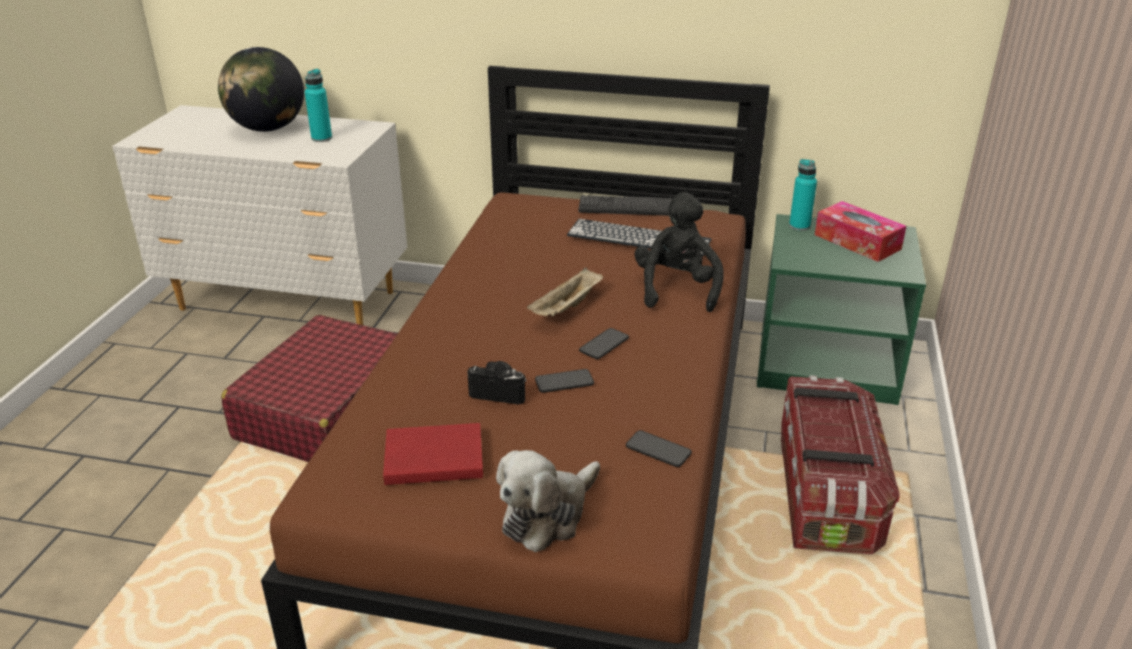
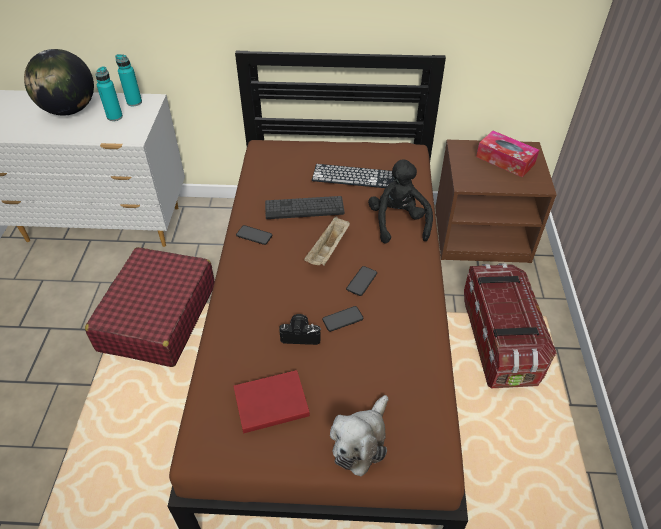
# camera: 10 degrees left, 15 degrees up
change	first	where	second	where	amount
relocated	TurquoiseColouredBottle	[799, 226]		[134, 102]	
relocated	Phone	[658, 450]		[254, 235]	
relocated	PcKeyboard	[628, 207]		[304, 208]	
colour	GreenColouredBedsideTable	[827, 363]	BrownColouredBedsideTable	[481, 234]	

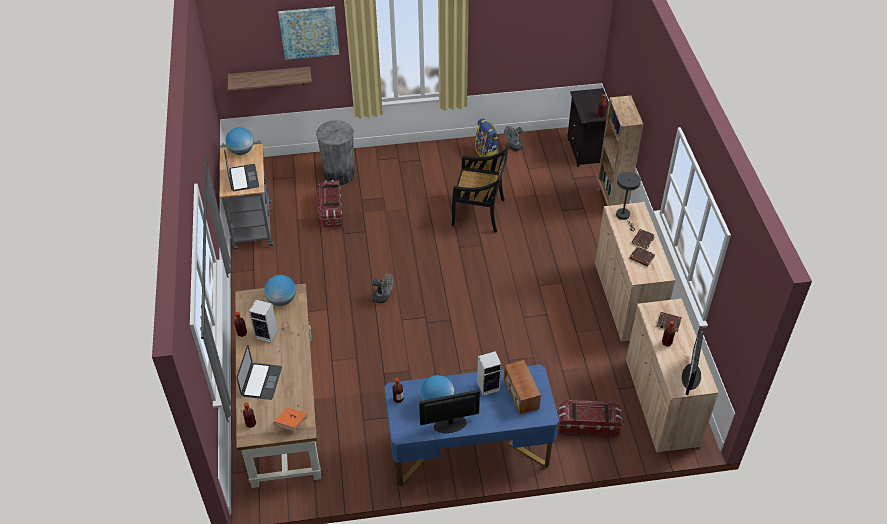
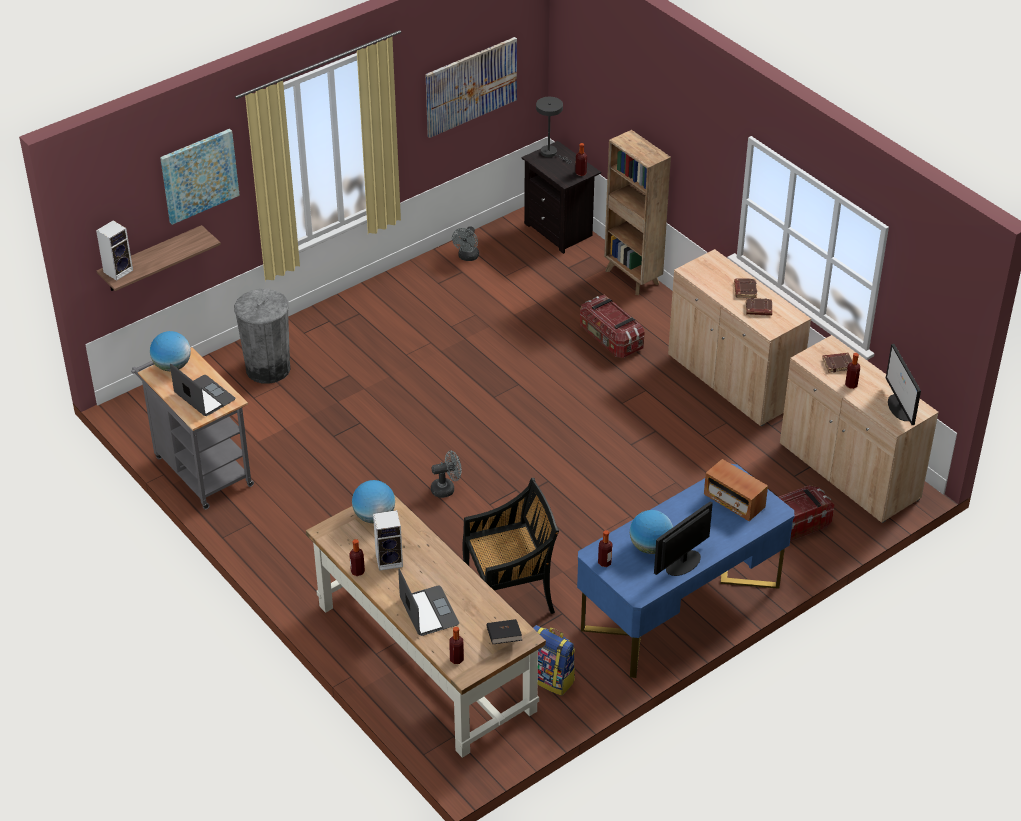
# camera: 30 degrees left, 5 degrees down
change	first	where	second	where	amount
relocated	Loudspeaker	[489, 386]		[118, 270]	
appeared			WallPicture	[471, 86]	
relocated	BlackishUprightChair	[479, 213]		[510, 594]	
colour	OrangeColouredBook	[291, 423]	BlackishBook	[504, 638]	
relocated	Backpack	[486, 154]		[551, 678]	
relocated	GreyLampForATable	[624, 216]		[551, 153]	
relocated	StorageContainer	[331, 212]		[610, 339]	

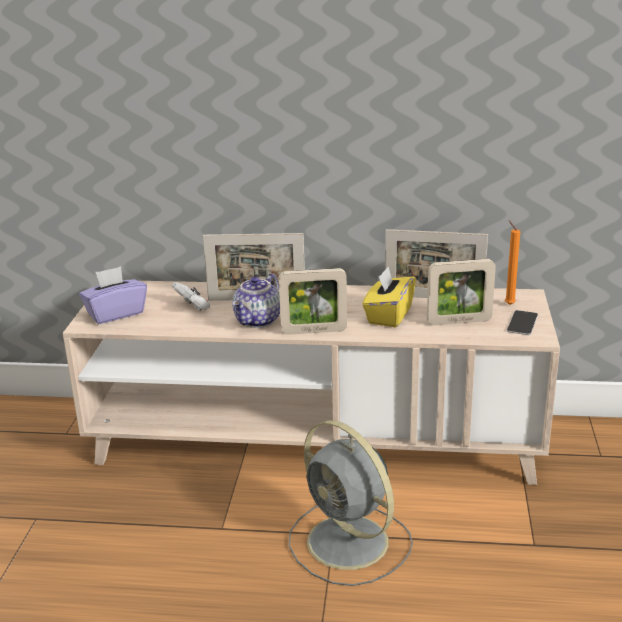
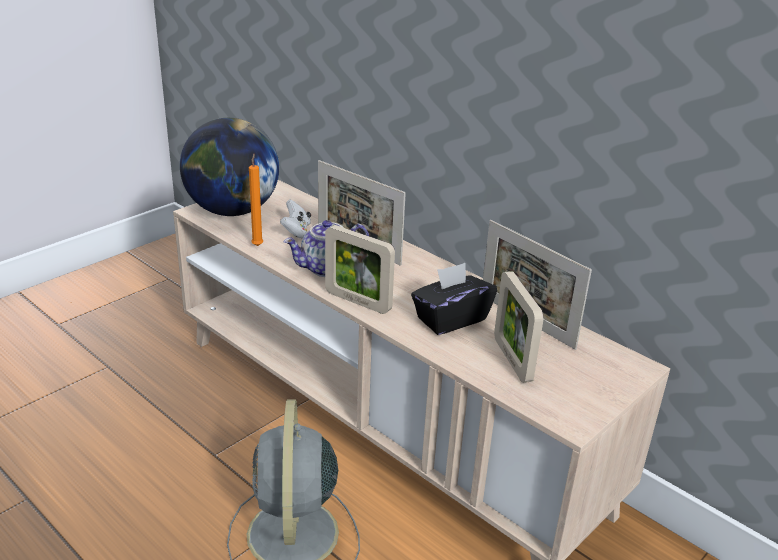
# camera: 35 degrees right, 5 degrees up
change	first	where	second	where	amount
exchanged	PurplishBoxOfTissues	[115, 313]	Globe	[232, 211]	
relocated	OrangeColouredWaxLight	[508, 304]		[258, 245]	
colour	YellowColouredBoxOfTissues	[388, 315]	BlackishBoxOfTissues	[451, 319]	
spun	PhotoFrame	[459, 321]		[512, 360]	45 degrees clockwise
missing	Phone	[522, 323]			

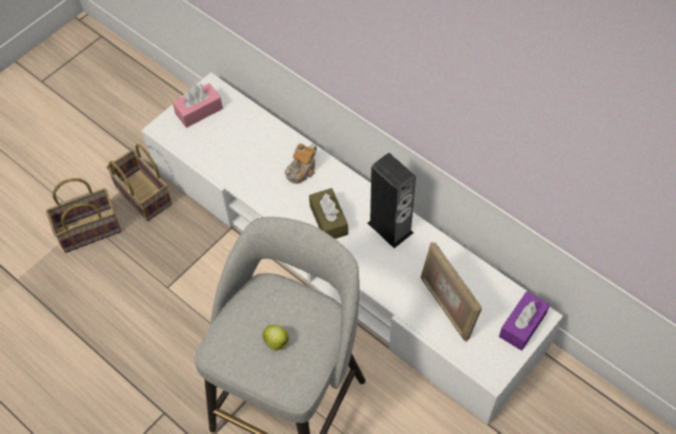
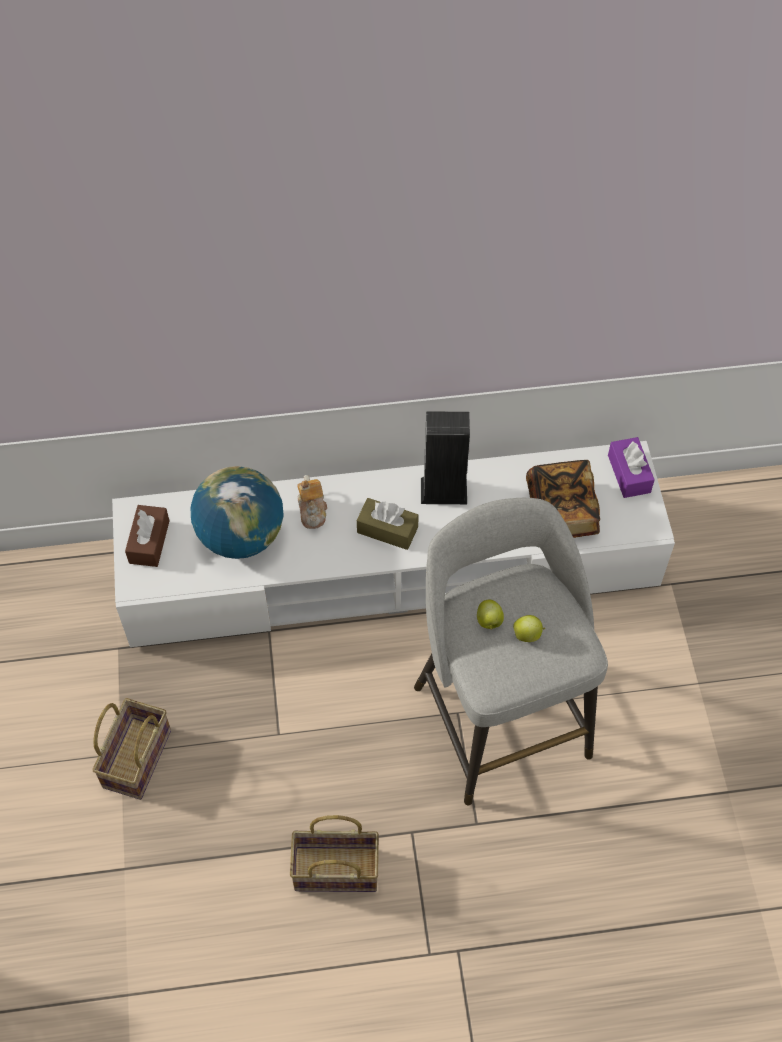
# camera: 50 degrees left, 0 degrees up
change	first	where	second	where	amount
colour	PinkColouredBoxOfTissues	[199, 111]	BrownColouredBoxOfTissues	[149, 542]	
appeared			Globe	[241, 536]	
relocated	HouseholdBasket	[141, 195]		[334, 872]	
appeared			AppleFruit	[489, 622]	
exchanged	PhotoFrame	[446, 307]	Book	[561, 511]	

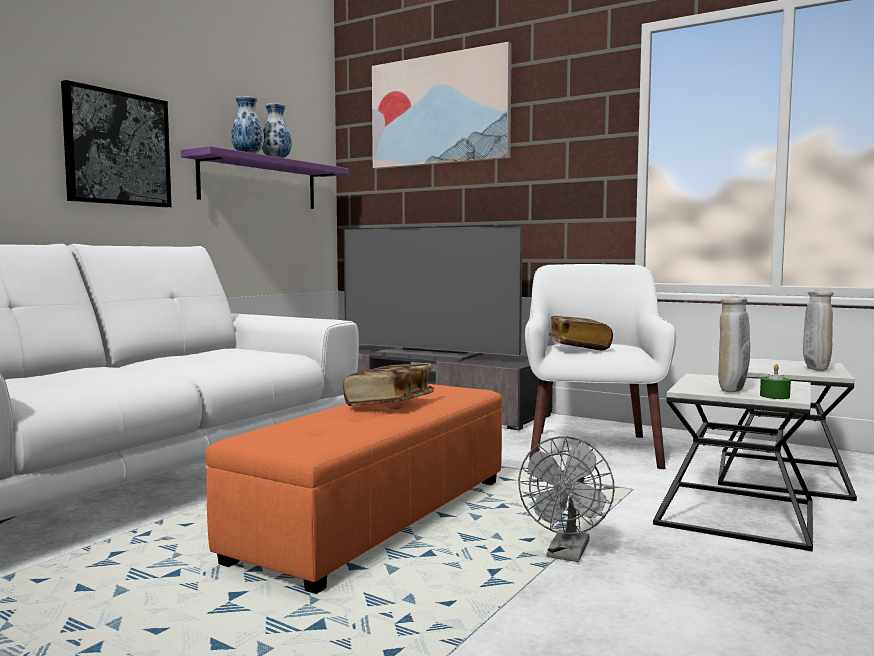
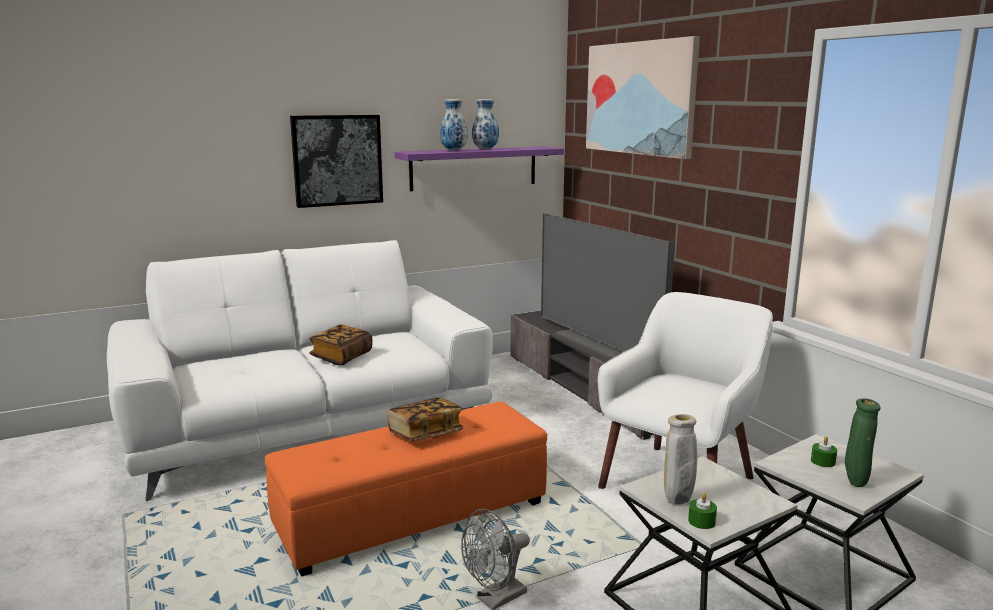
# camera: 30 degrees right, 10 degrees up
change	first	where	second	where	amount
relocated	Book	[579, 347]		[341, 357]	
appeared			GreenColouredWaxLight	[823, 461]	
colour	BeigeColouredFlowerVase	[815, 370]	GreenColouredFlowerVase	[855, 483]	

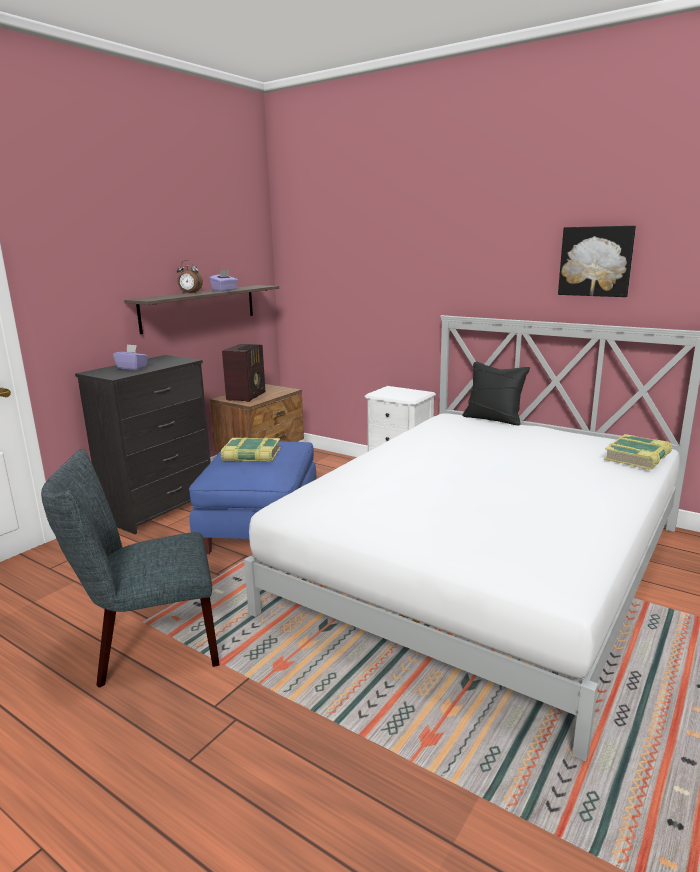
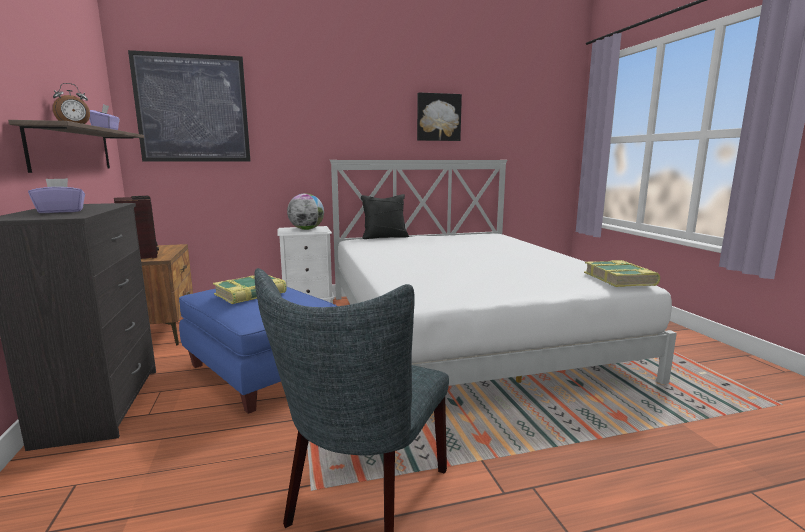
# camera: 50 degrees left, 5 degrees down
change	first	where	second	where	amount
appeared			WallPicture	[193, 109]	
appeared			Globe	[306, 229]	
relocated	Book	[637, 457]		[620, 279]	

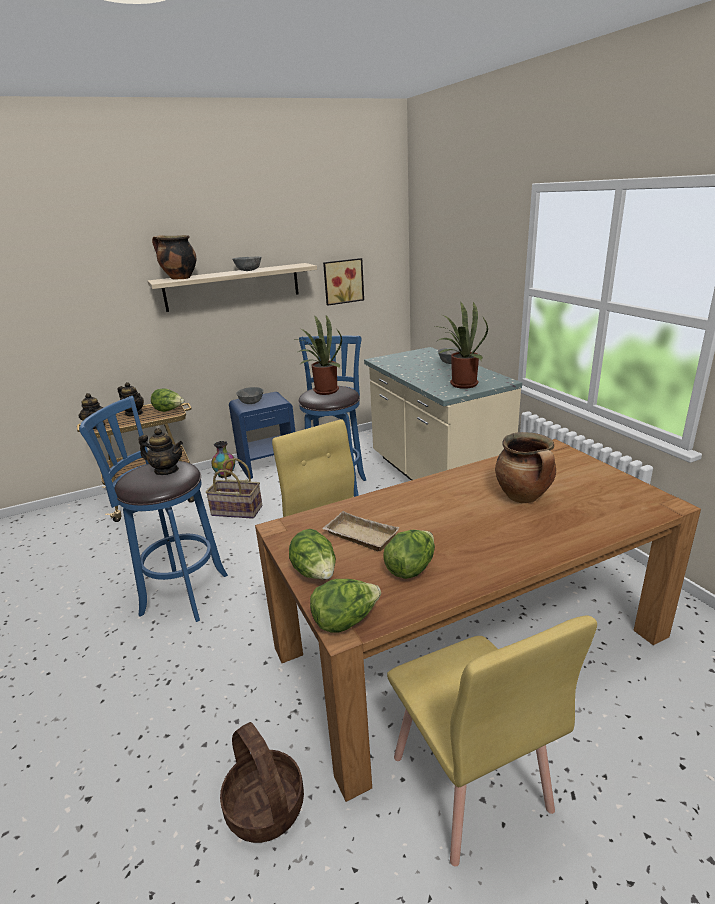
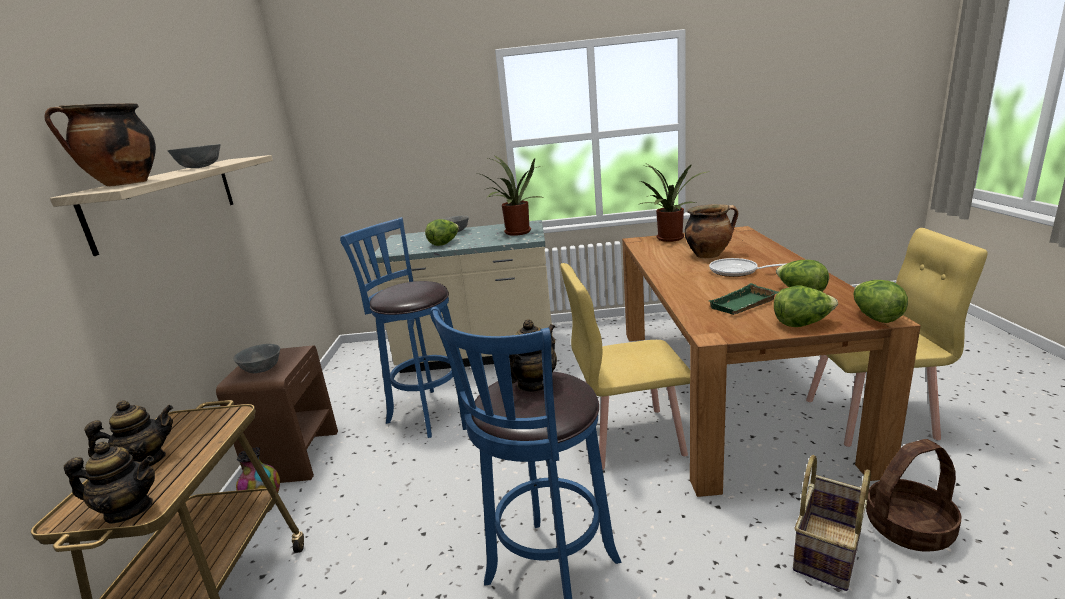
# camera: 65 degrees left, 5 degrees down
change	first	where	second	where	amount
colour	BlueColouredBedsideTable	[269, 464]	BrownColouredBedsideTable	[296, 456]	
relocated	HeadOfLettuce	[169, 410]		[444, 243]	
relocated	PlantInAPot	[323, 391]		[669, 239]	
appeared			FryingPan	[738, 271]	
colour	BeigeColouredTray	[359, 536]	GreenColouredTray	[744, 305]	
relocated	HouseholdBasket	[236, 511]		[829, 551]	
missing	WallPicture	[343, 281]			

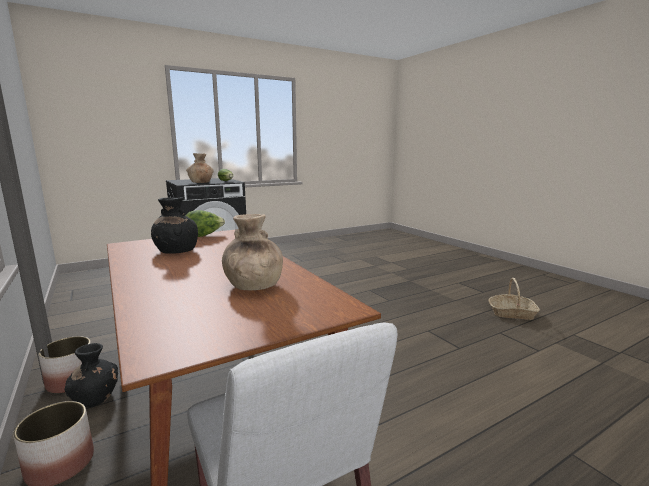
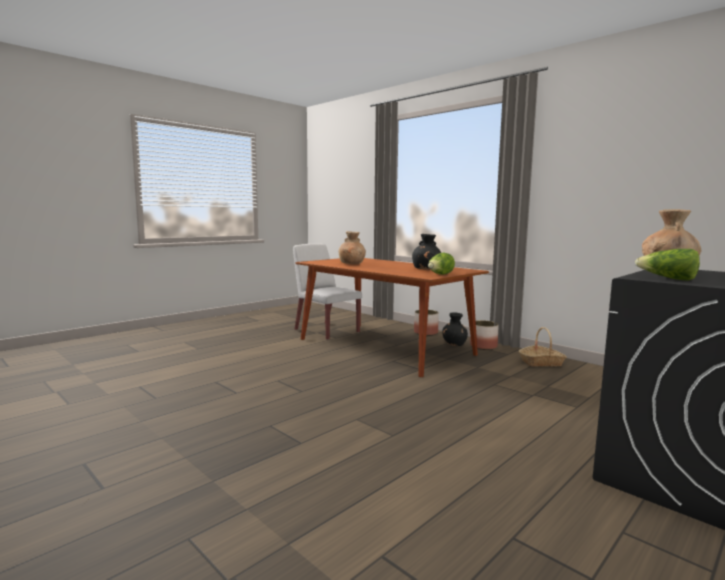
# camera: 165 degrees right, 5 degrees down
change	first	where	second	where	amount
relocated	HouseholdBasket	[511, 313]		[541, 362]	

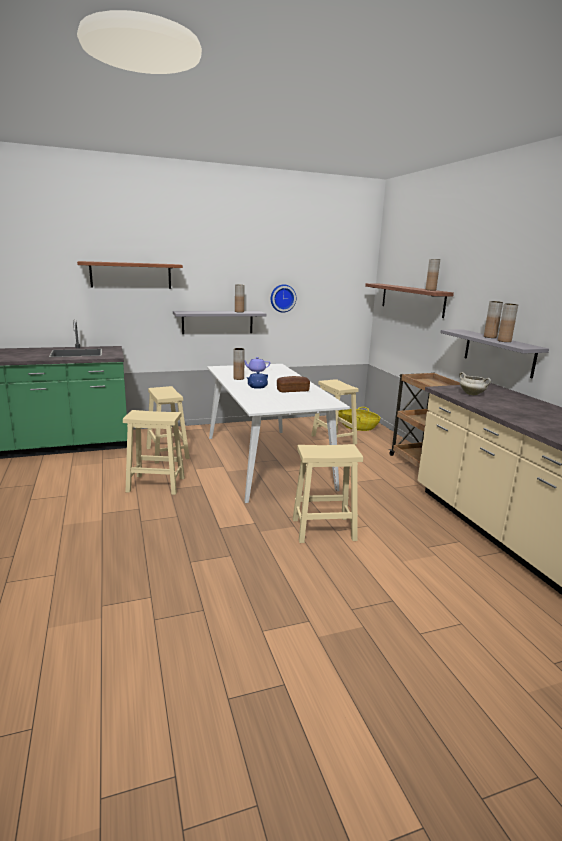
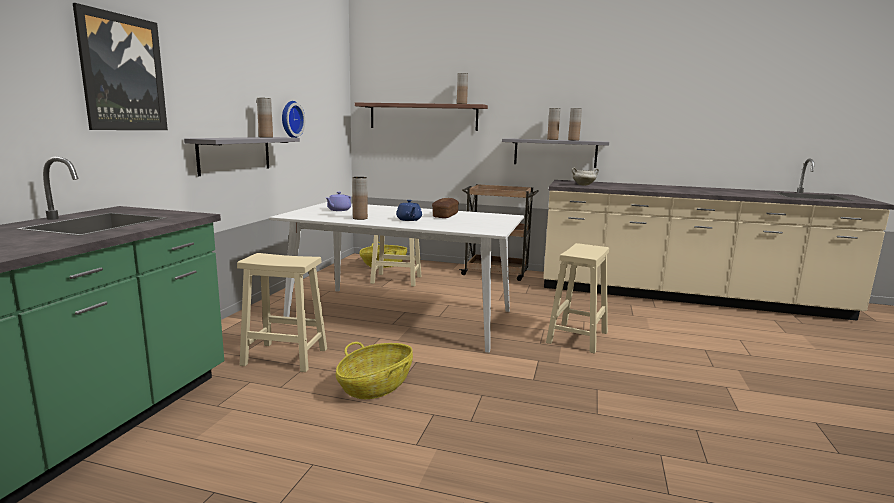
# camera: 55 degrees left, 5 degrees down
change	first	where	second	where	amount
exchanged	BrownColouredShelf	[131, 275]	WallPicture	[122, 73]	
exchanged	BeigeColouredStool	[157, 484]	HouseholdBasket	[376, 386]	

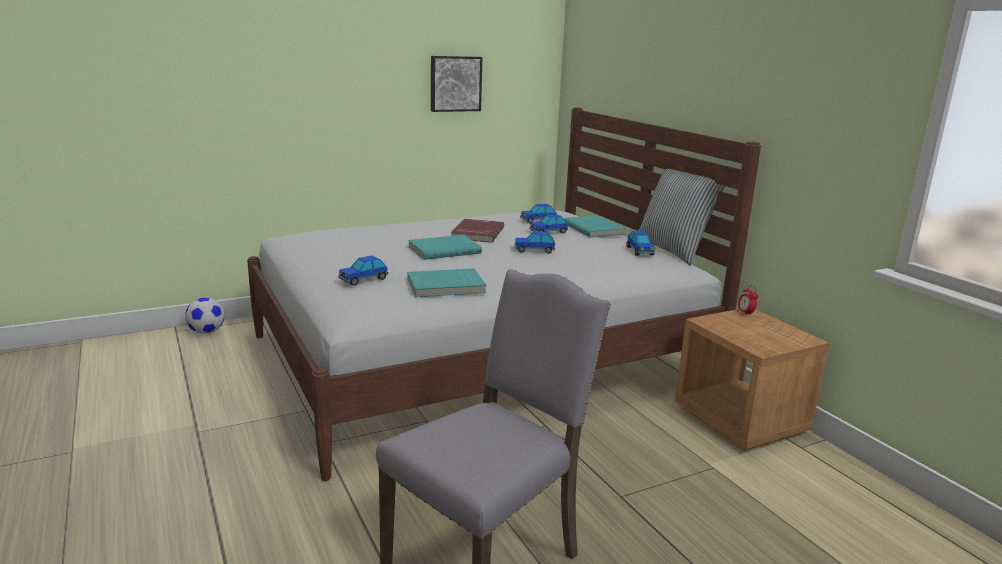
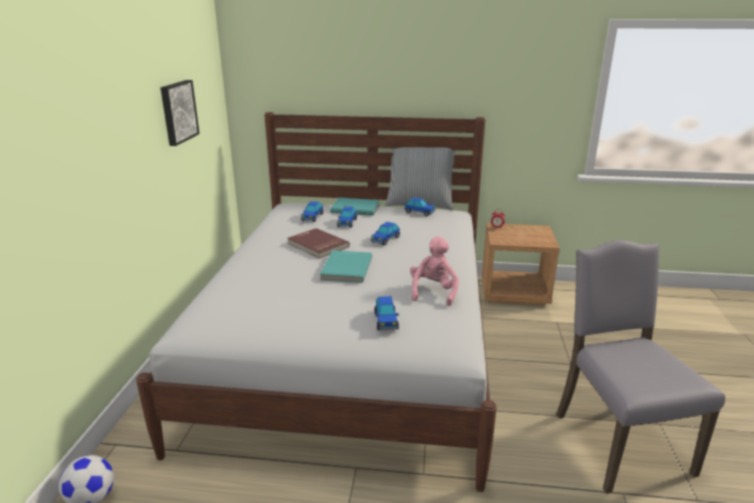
# camera: 55 degrees left, 5 degrees up
change	first	where	second	where	amount
exchanged	TurquoiseColouredBook	[446, 286]	PinkColouredCuddlyToy	[433, 292]	

